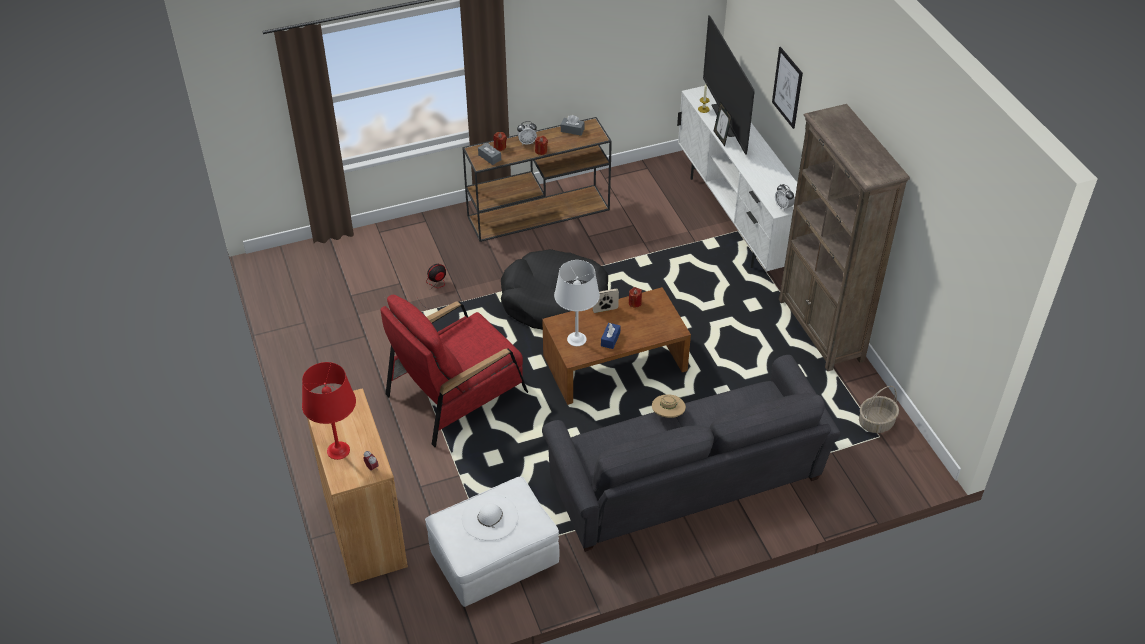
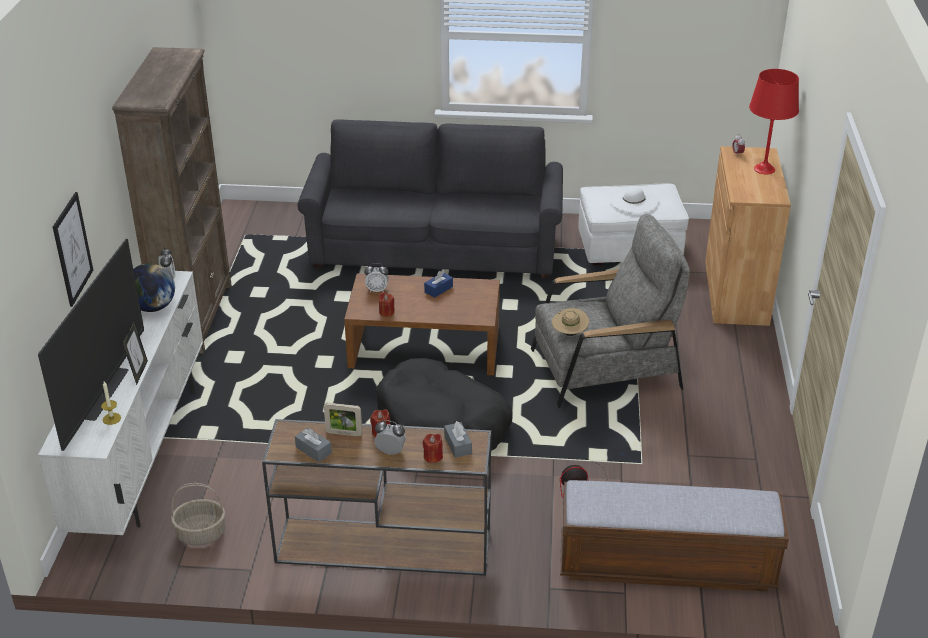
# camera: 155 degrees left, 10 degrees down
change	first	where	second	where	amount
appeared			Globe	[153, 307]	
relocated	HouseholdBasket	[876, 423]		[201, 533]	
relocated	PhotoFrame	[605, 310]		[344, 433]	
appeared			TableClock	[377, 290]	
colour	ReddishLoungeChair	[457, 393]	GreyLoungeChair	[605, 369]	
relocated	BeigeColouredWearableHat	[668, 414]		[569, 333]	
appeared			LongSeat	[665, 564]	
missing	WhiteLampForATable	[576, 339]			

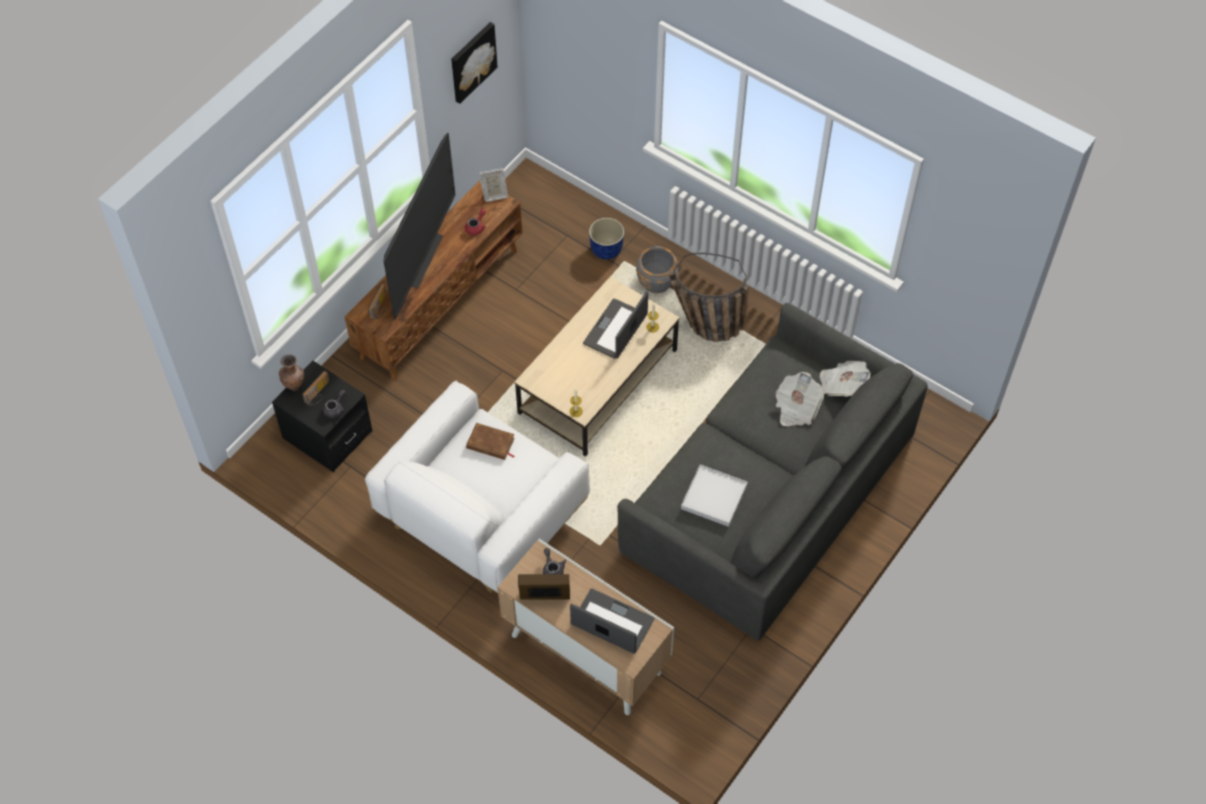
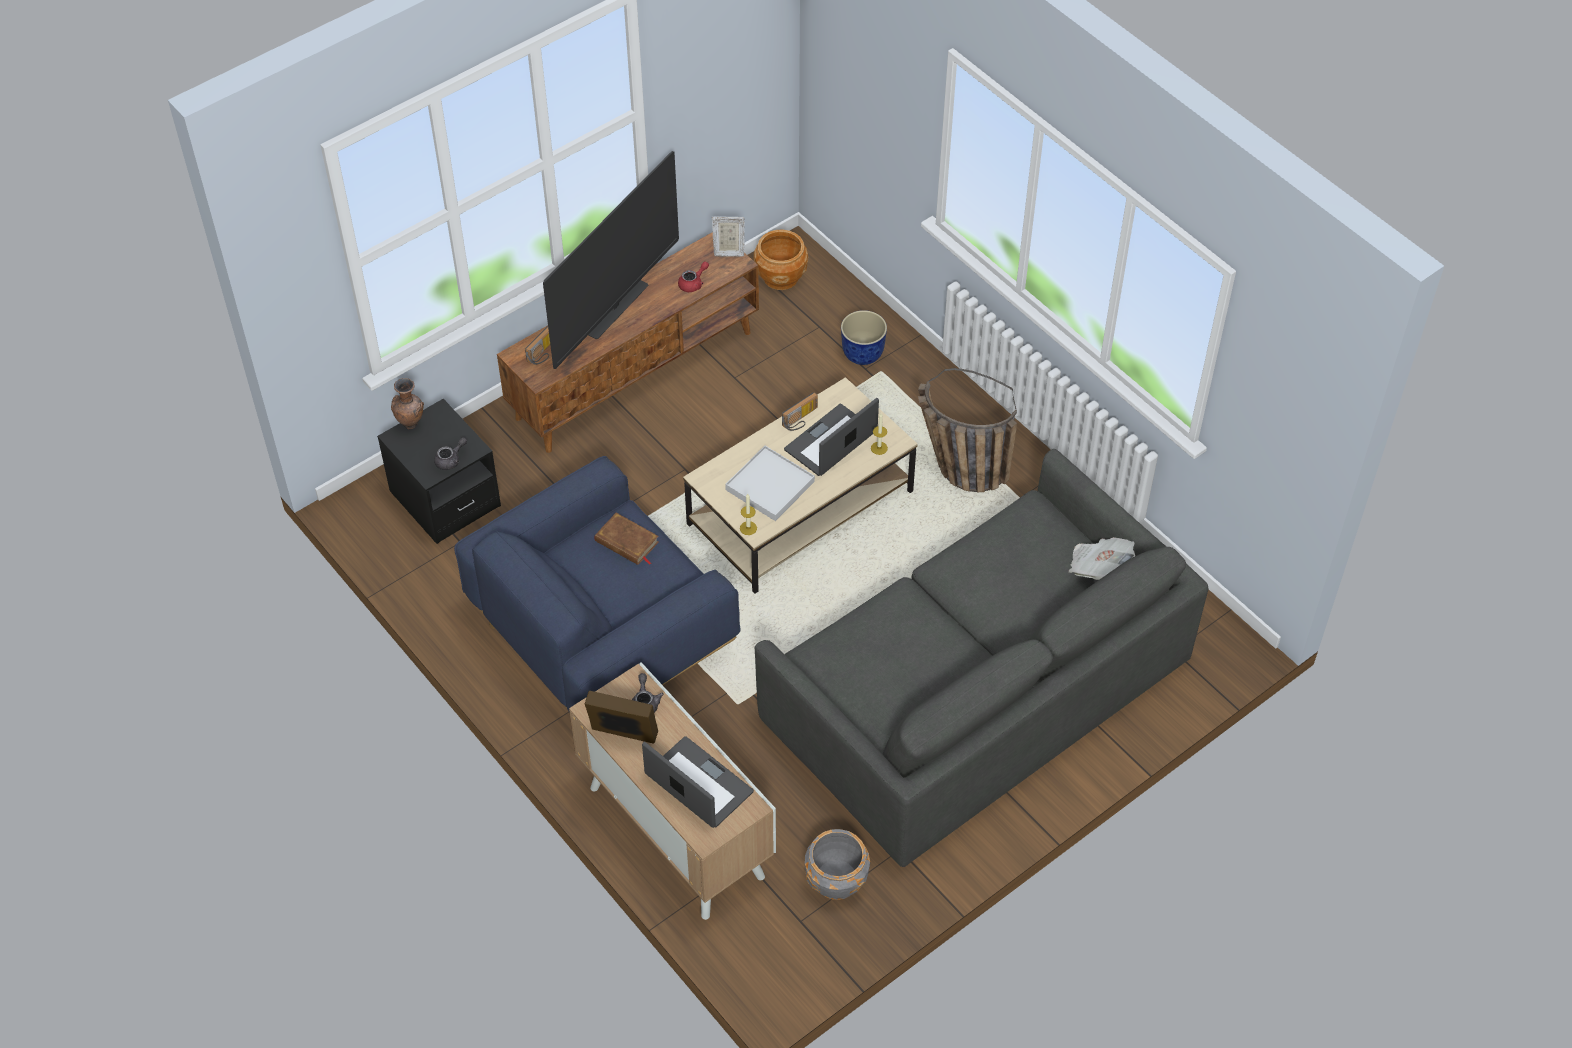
# camera: 15 degrees right, 5 degrees down
change	first	where	second	where	amount
colour	WhiteLoungeChair	[481, 514]	BlueColouredLoungeChair	[602, 634]	
relocated	WhiteTray	[713, 497]		[770, 485]	
appeared			BrownColouredPlanter	[781, 277]	
relocated	Radio	[318, 394]		[801, 419]	
relocated	GreyPlanter	[656, 282]		[836, 881]	
missing	WallPicture	[472, 61]			
missing	Newspaper	[796, 408]			

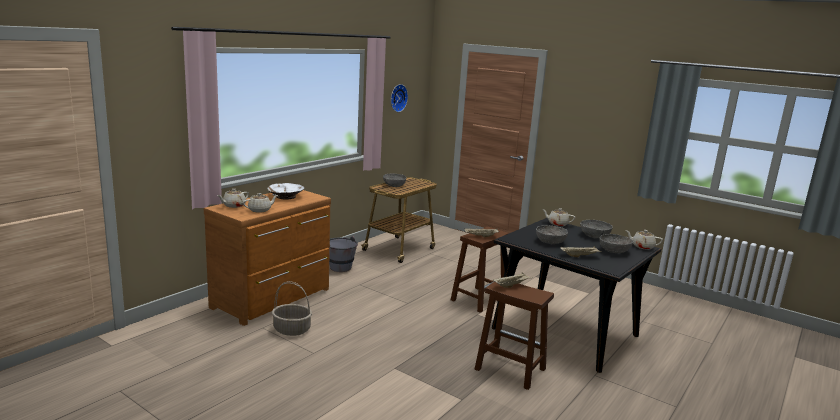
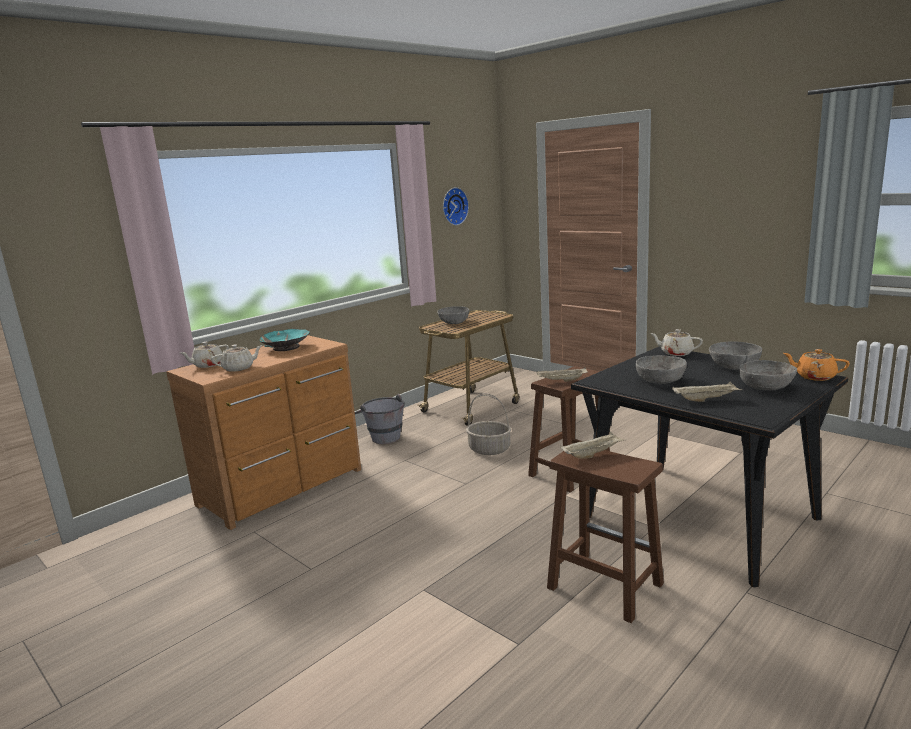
# camera: 10 degrees right, 0 degrees up
change	first	where	second	where	amount
colour	WhiteServingBowl	[286, 196]	TurquoiseColouredServingBowl	[286, 347]	
relocated	HouseholdBasket	[292, 329]		[490, 449]	
colour	BeigeColouredTeaPot	[642, 246]	OrangeColouredTeaPot	[814, 377]	

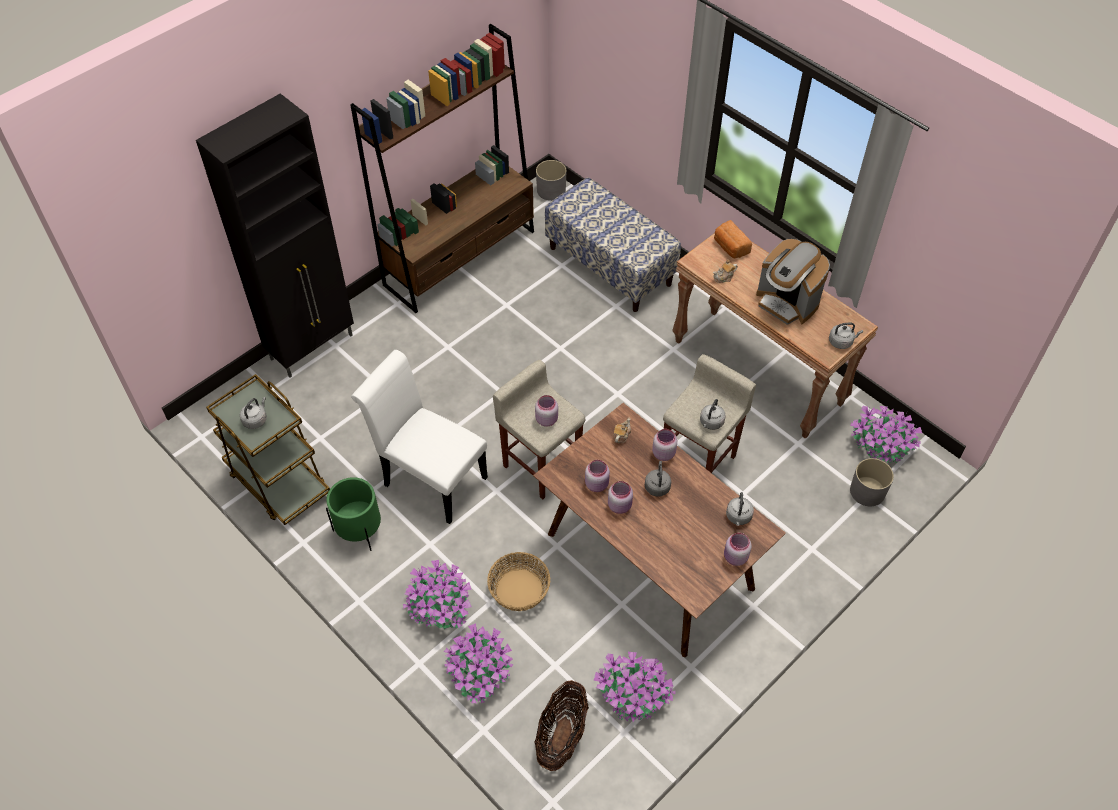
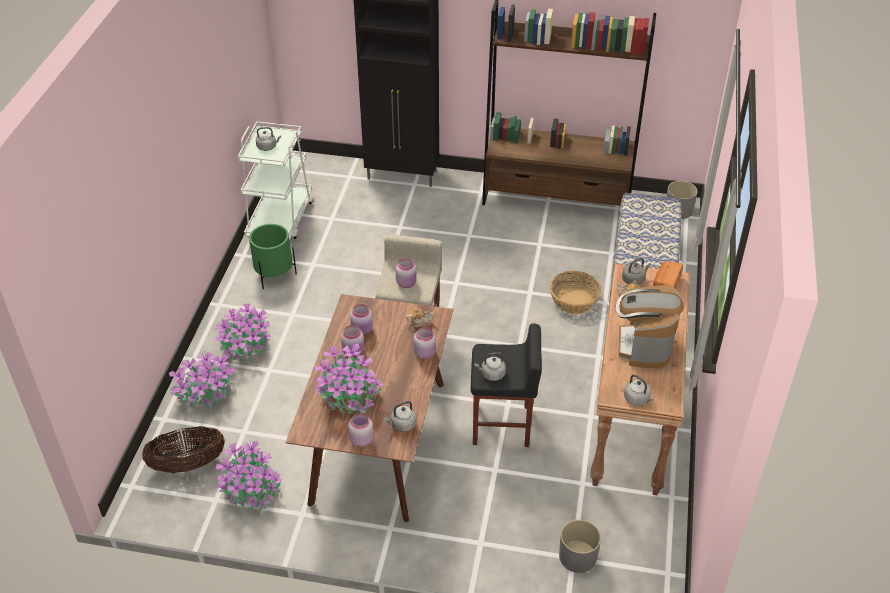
# camera: 55 degrees right, 10 degrees down
change	first	where	second	where	amount
colour	BrownColouredTrolley	[278, 482]	WhiteTrolley	[280, 219]	
relocated	PlantInAPot	[881, 446]		[349, 396]	
colour	BeigeColouredStool	[699, 460]	BlackishStool	[502, 425]	
relocated	HouseholdBasket	[519, 589]		[574, 301]	
relocated	GreyTeaKettle	[657, 486]		[634, 279]	
missing	WhiteUprightChair	[429, 478]			

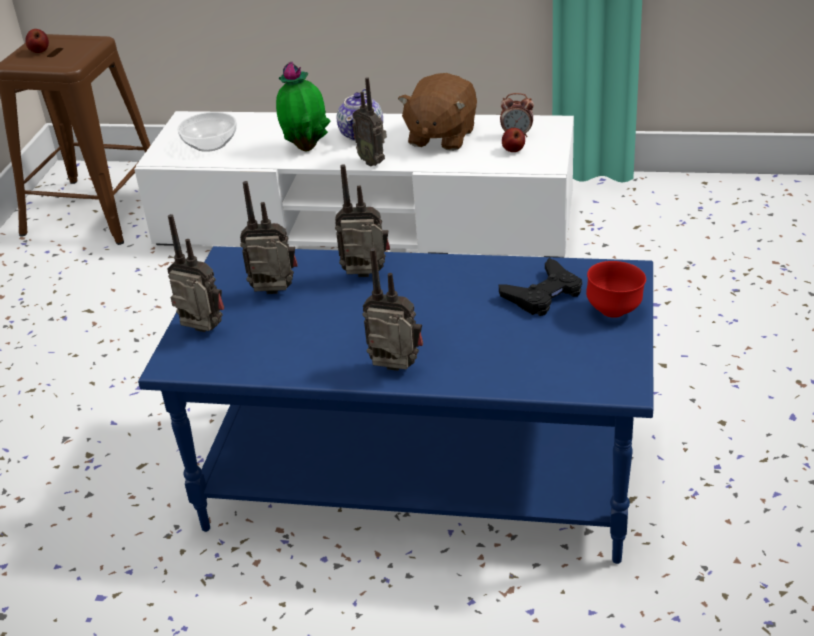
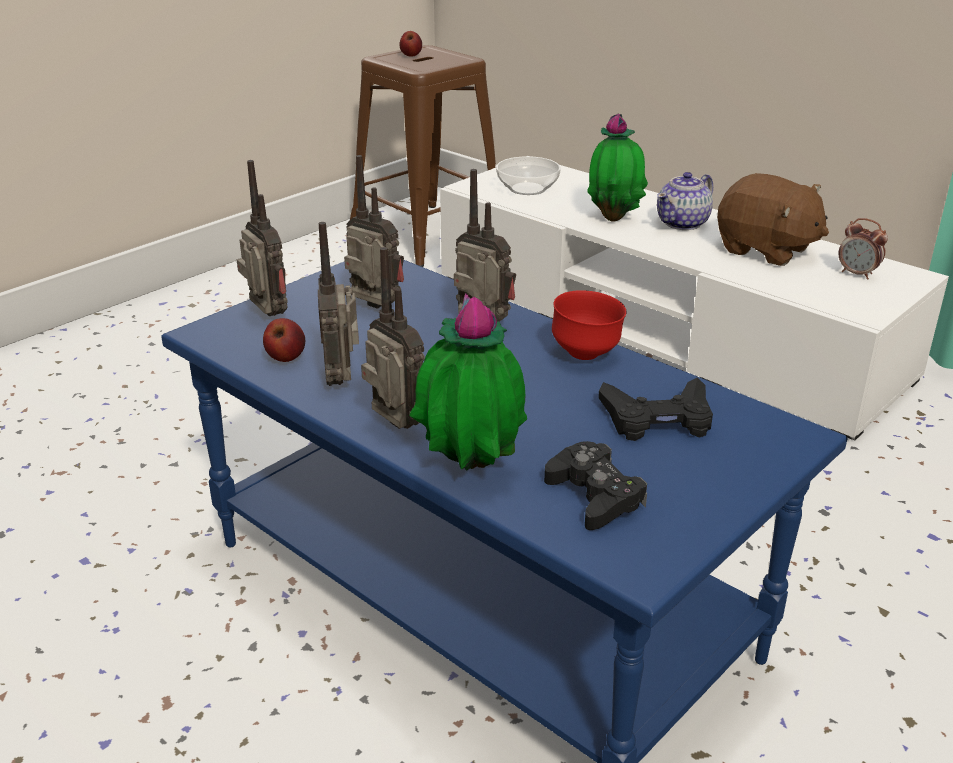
# camera: 30 degrees right, 5 degrees down
change	first	where	second	where	amount
relocated	AppleFruit	[513, 150]		[285, 358]	
relocated	Radio	[373, 161]		[343, 378]	
appeared			PlantInAPot	[469, 472]	
appeared			BlackishJoypad	[594, 496]	
relocated	ReddishServingBowl	[614, 311]		[586, 354]	
spun	BrownColouredCuddlyToy	[441, 137]		[766, 250]	105 degrees counterclockwise

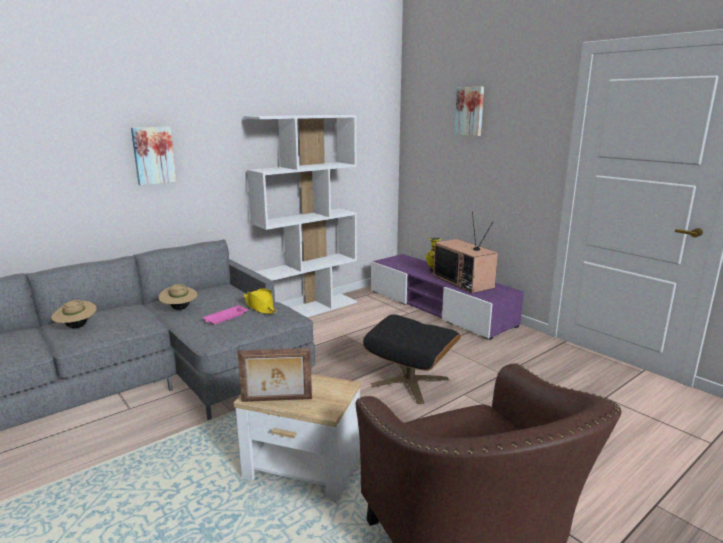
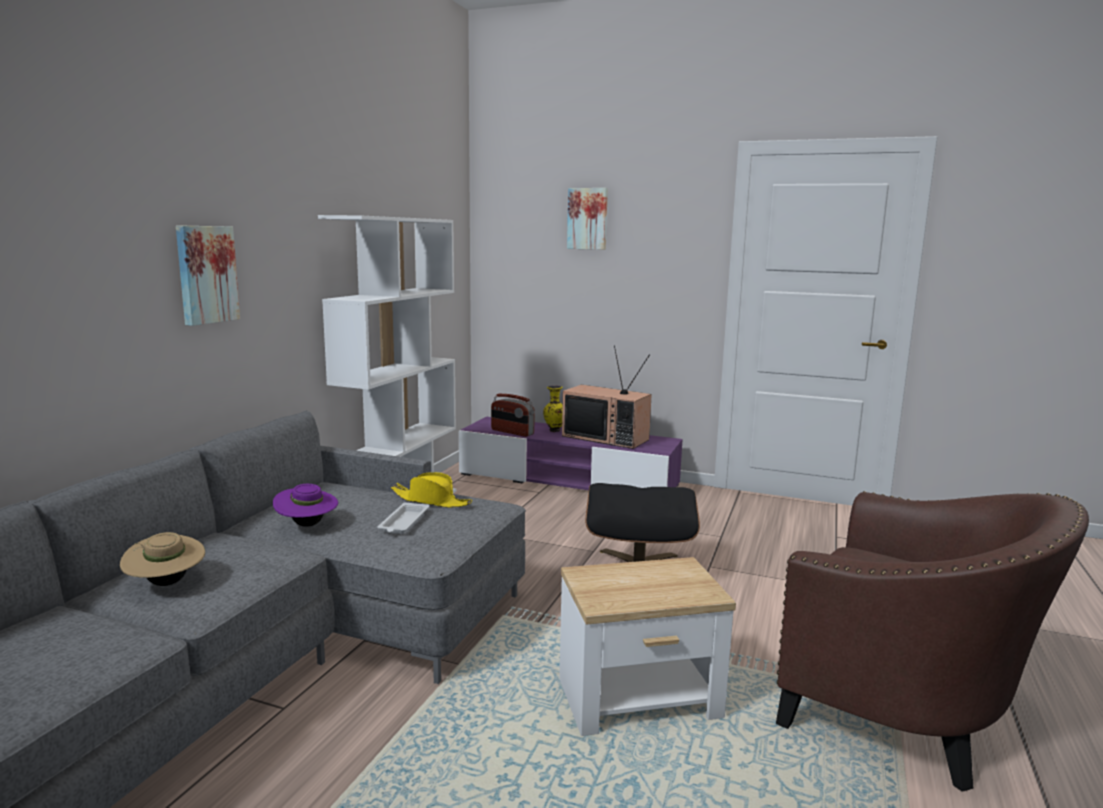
# camera: 30 degrees left, 5 degrees down
change	first	where	second	where	amount
colour	BeigeColouredWearableHat	[179, 309]	PurplishWearableHat	[307, 525]	
colour	PinkColouredTray	[225, 318]	WhiteTray	[403, 523]	
appeared			Radio	[512, 432]	
missing	PhotoFrame	[276, 400]			

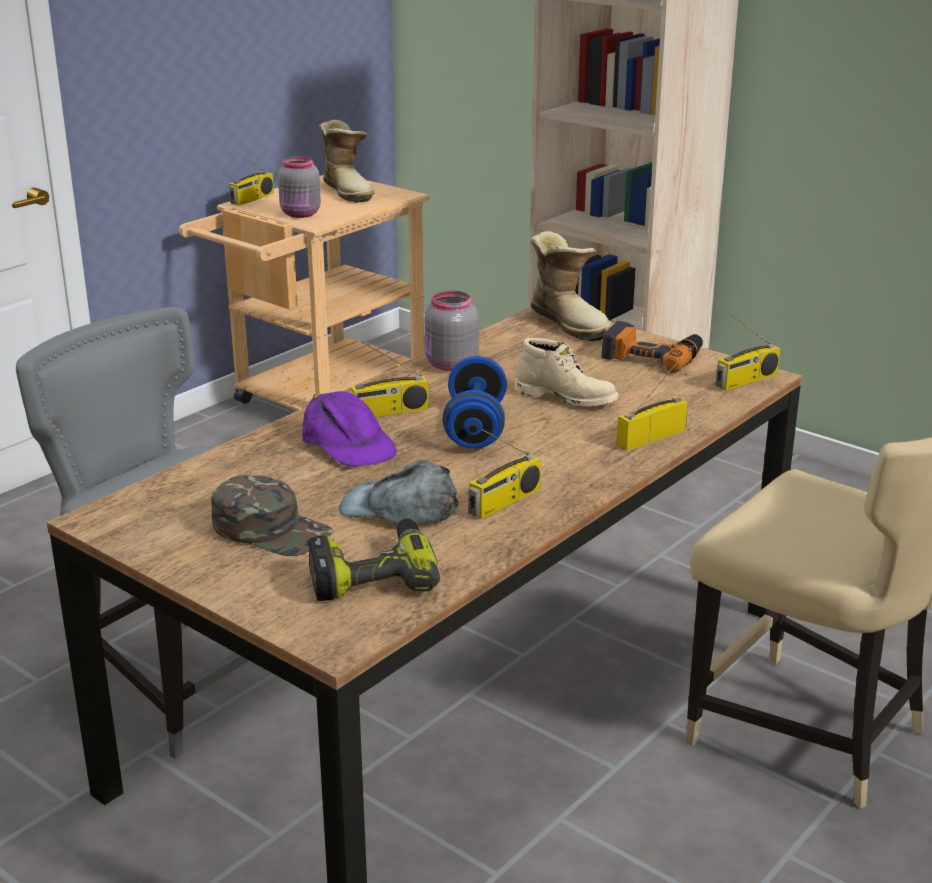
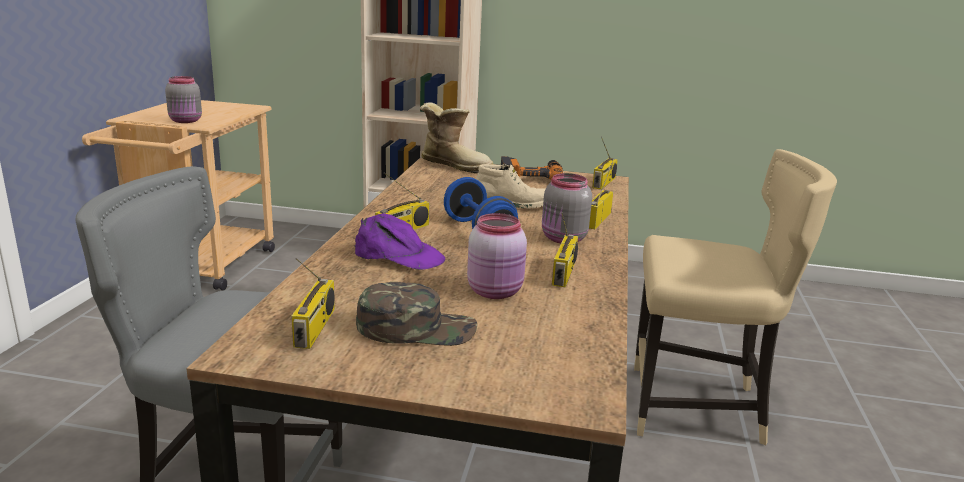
# camera: 30 degrees left, 5 degrees down
change	first	where	second	where	amount
relocated	Radio	[252, 199]		[315, 328]	
exchanged	GreyCap	[399, 508]	PinkColouredJar	[496, 292]	
relocated	GreyJar	[450, 365]		[563, 239]	
missing	PowerDrill	[372, 575]			
missing	Boot	[349, 191]			

